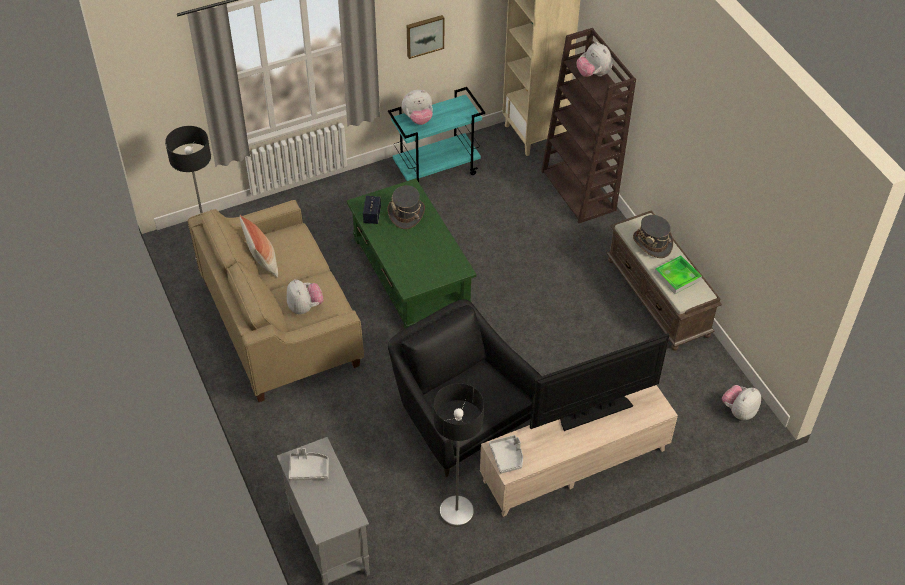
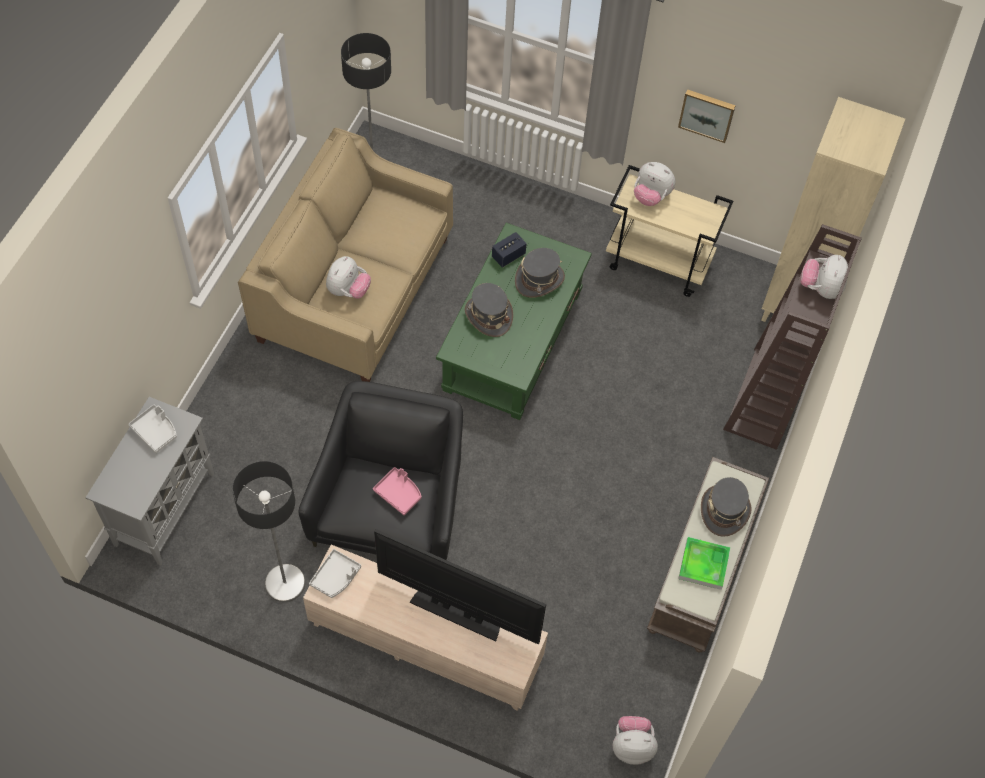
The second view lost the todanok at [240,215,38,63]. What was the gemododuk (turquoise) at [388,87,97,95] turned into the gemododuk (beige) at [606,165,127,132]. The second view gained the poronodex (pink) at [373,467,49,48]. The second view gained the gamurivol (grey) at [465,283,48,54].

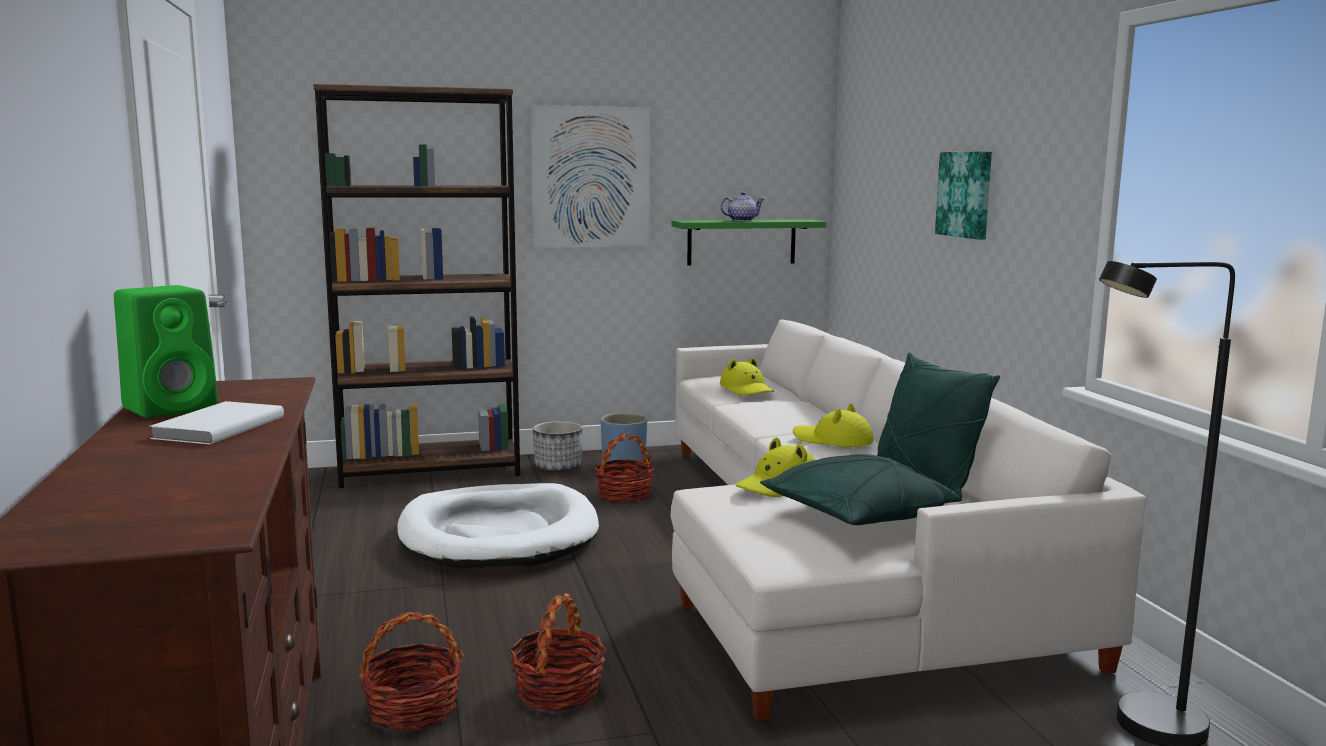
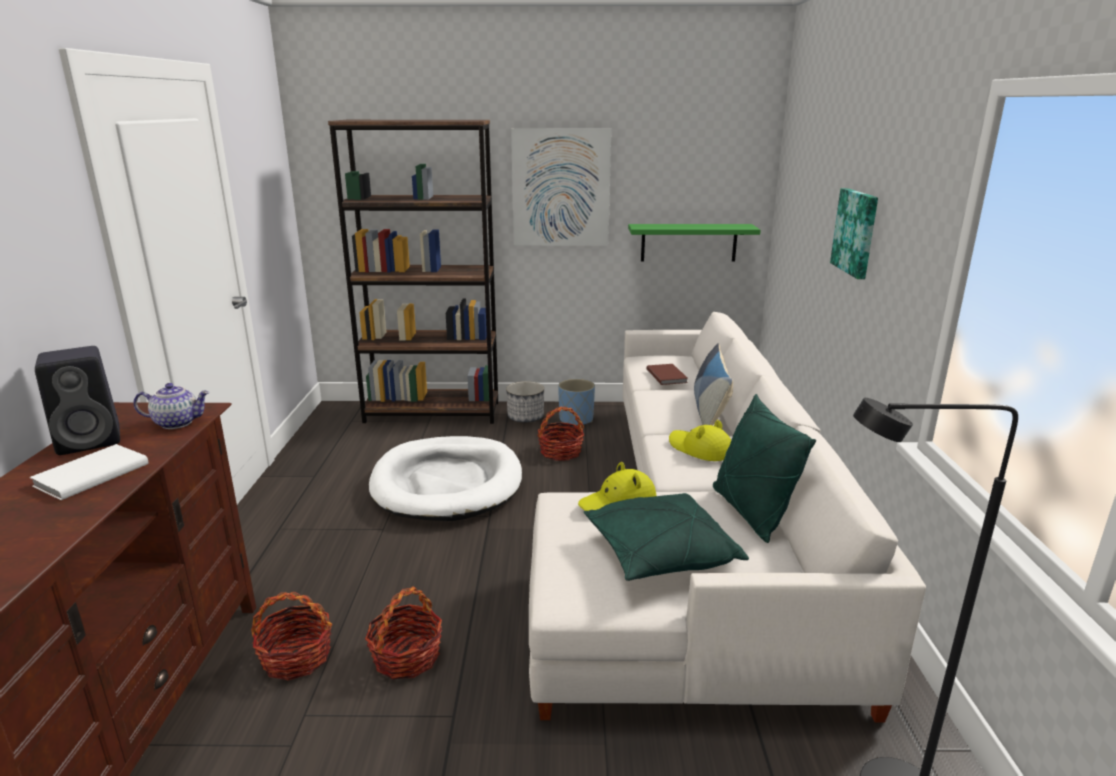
What was the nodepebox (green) at [114,285,104,133] turned into the nodepebox (black) at [35,346,85,109]. The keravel ended up elsewhere, having gone from [720,192,45,29] to [134,383,76,46]. Where the gamurivol (yellow) stood at [720,357,54,38], the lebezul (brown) came to stand at [646,364,41,21]. The second view gained the todanok at [694,343,39,82].

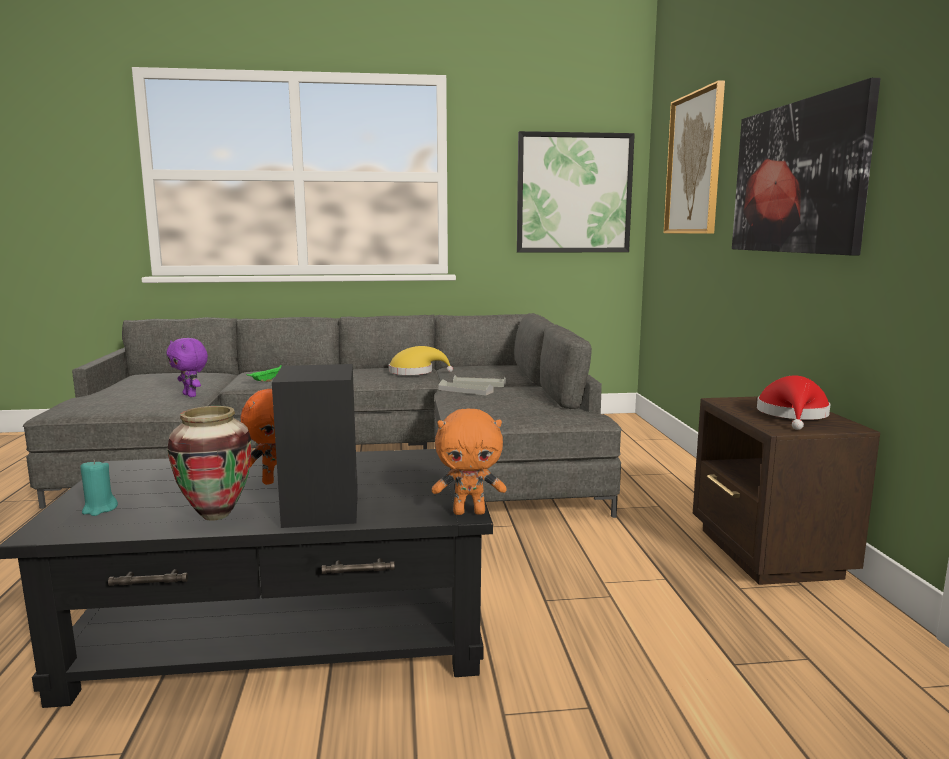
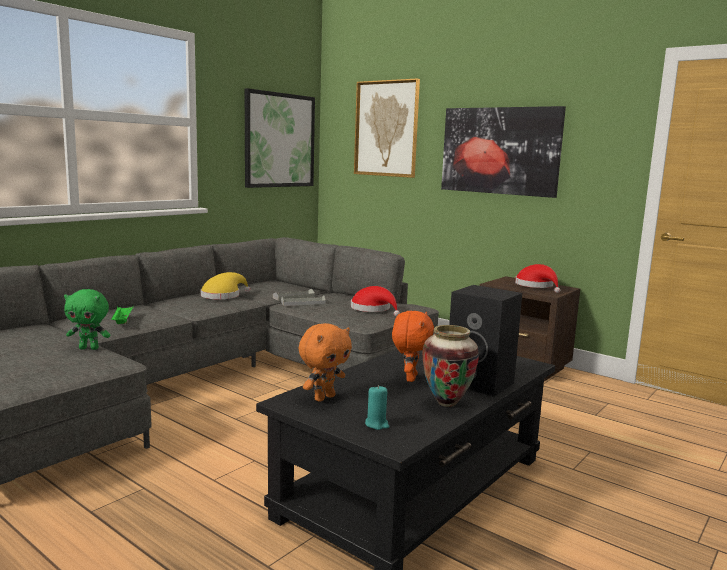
What was the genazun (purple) at [166,338,42,59] turned into the genazun (green) at [64,289,46,61]. The genazun (orange) ended up elsewhere, having gone from [432,408,75,107] to [299,323,53,79]. The second view gained the gamurivol (red) at [351,286,49,30].

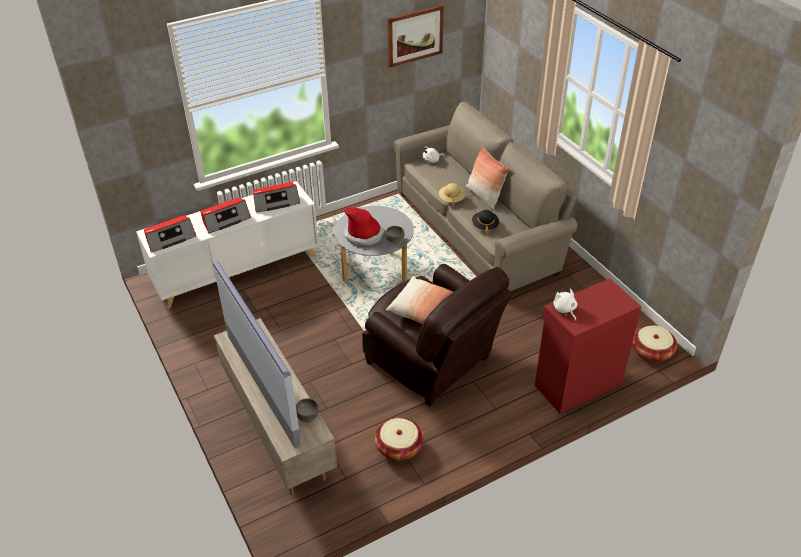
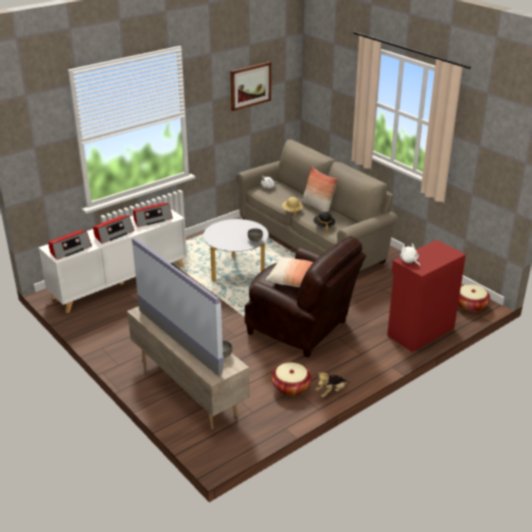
The second view lost the gamurivol at [344,207,40,38]. The second view gained the genazun at [316,372,33,25].

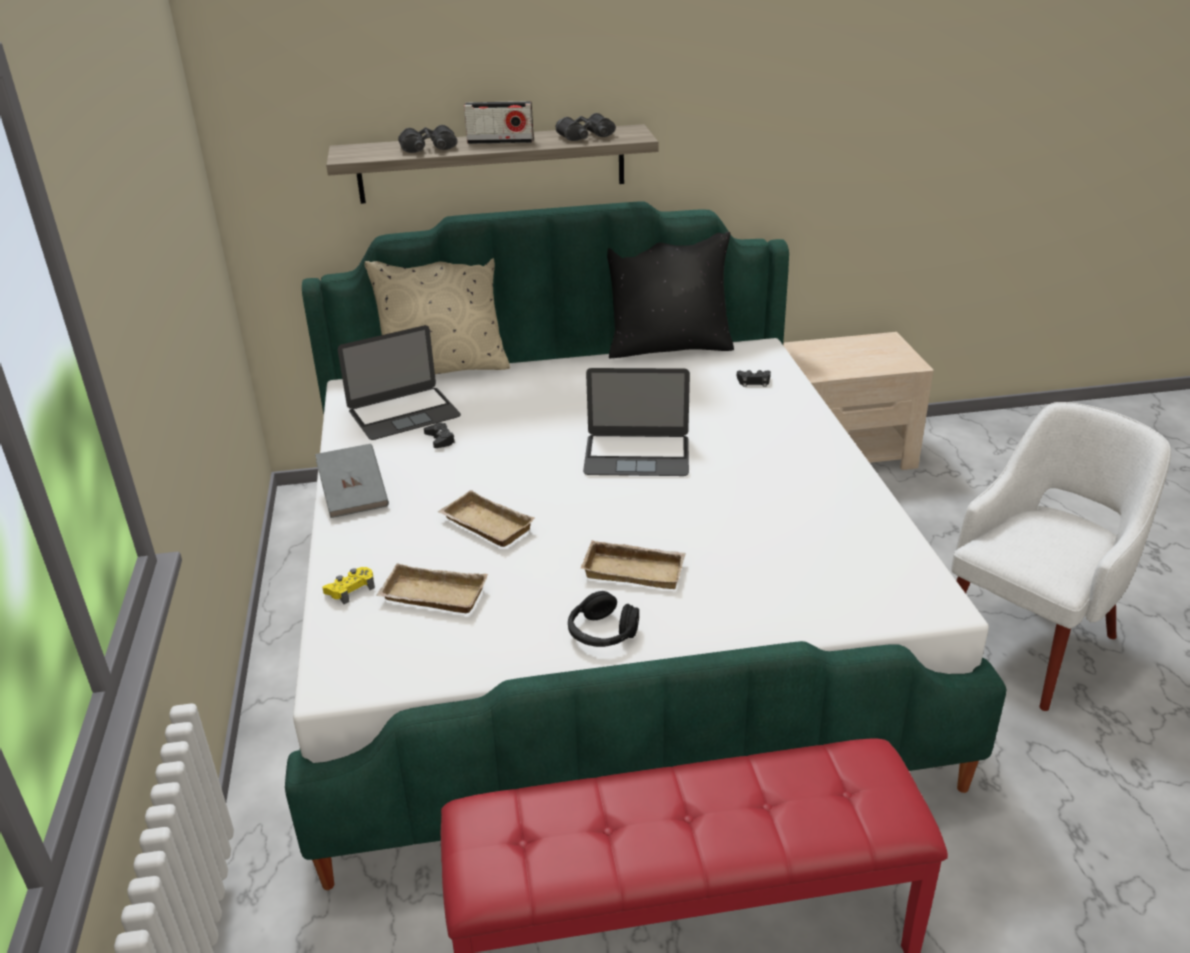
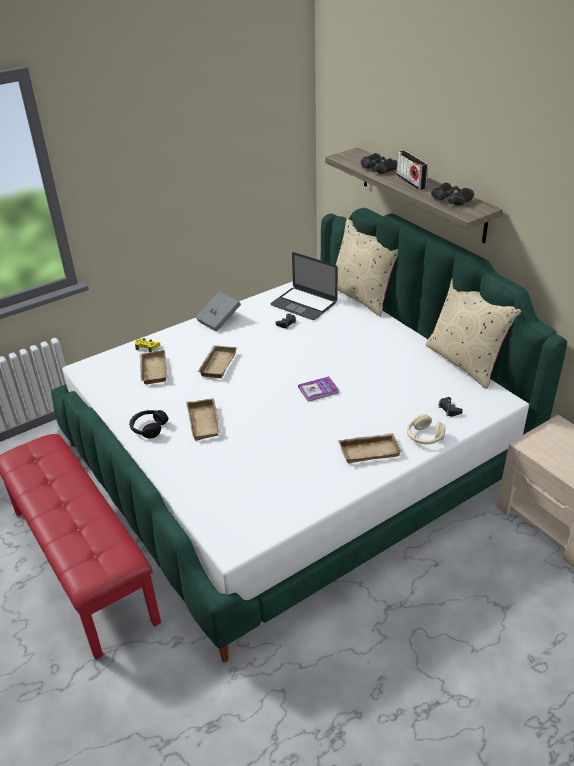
Where the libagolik stood at [583,368,107,108], the lebezul came to stand at [298,376,41,26]. What was the todanok (black) at [607,232,127,126] turned into the todanok (beige) at [425,279,97,110]. The second view lost the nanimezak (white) at [951,402,220,309]. The second view gained the poronodex (beige) at [338,433,64,30]. The second view gained the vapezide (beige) at [407,414,38,30].

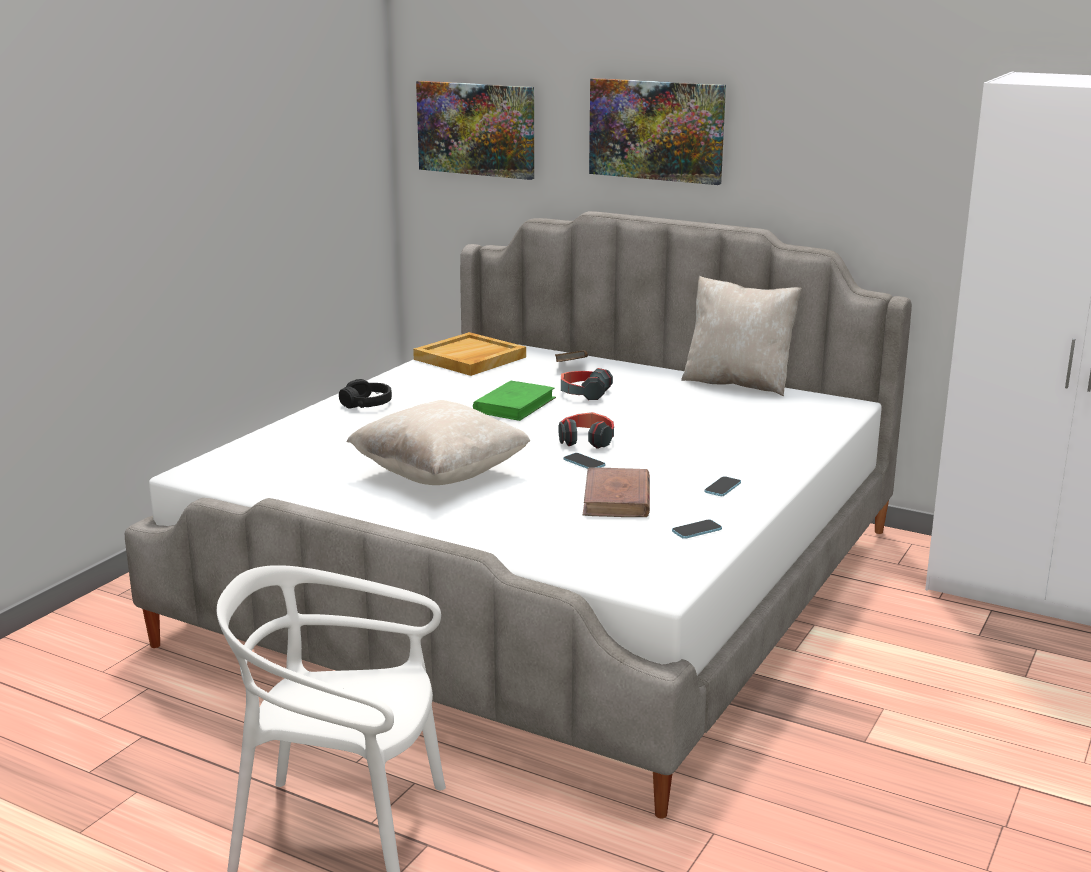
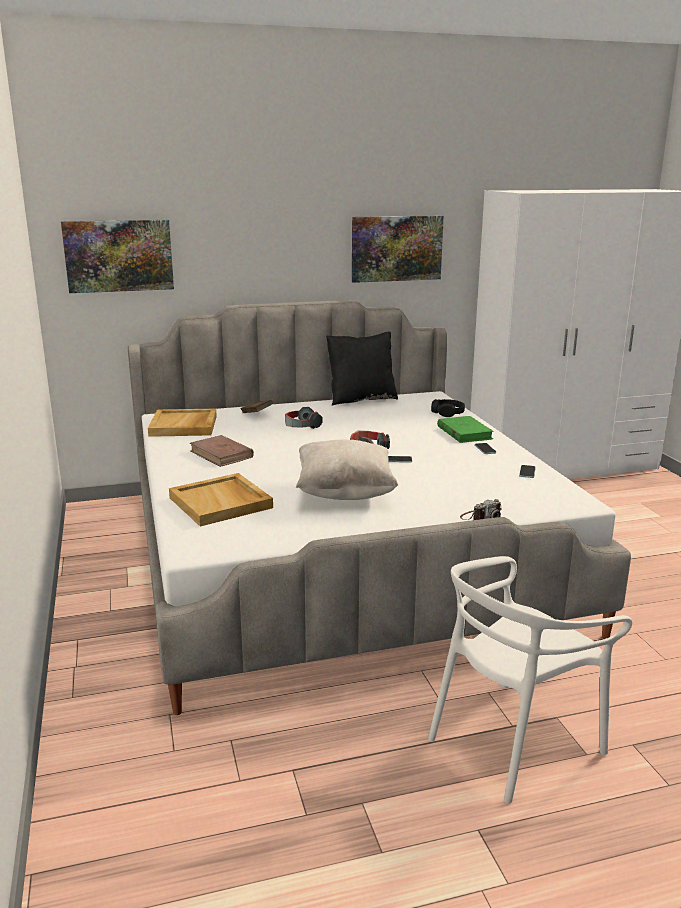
The vapezide (black) ended up elsewhere, having gone from [339,379,53,30] to [431,399,34,18]. The lebezul (green) ended up elsewhere, having gone from [473,380,83,41] to [437,416,57,27]. The lebezul (brown) ended up elsewhere, having gone from [583,467,67,50] to [190,435,64,32]. The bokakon ended up elsewhere, having gone from [589,78,137,107] to [352,215,92,68]. What was the todanok (beige) at [681,276,121,120] turned into the todanok (black) at [326,332,72,73]. The second view gained the poronodex (beige) at [169,473,104,53]. The second view gained the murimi at [460,499,42,21].

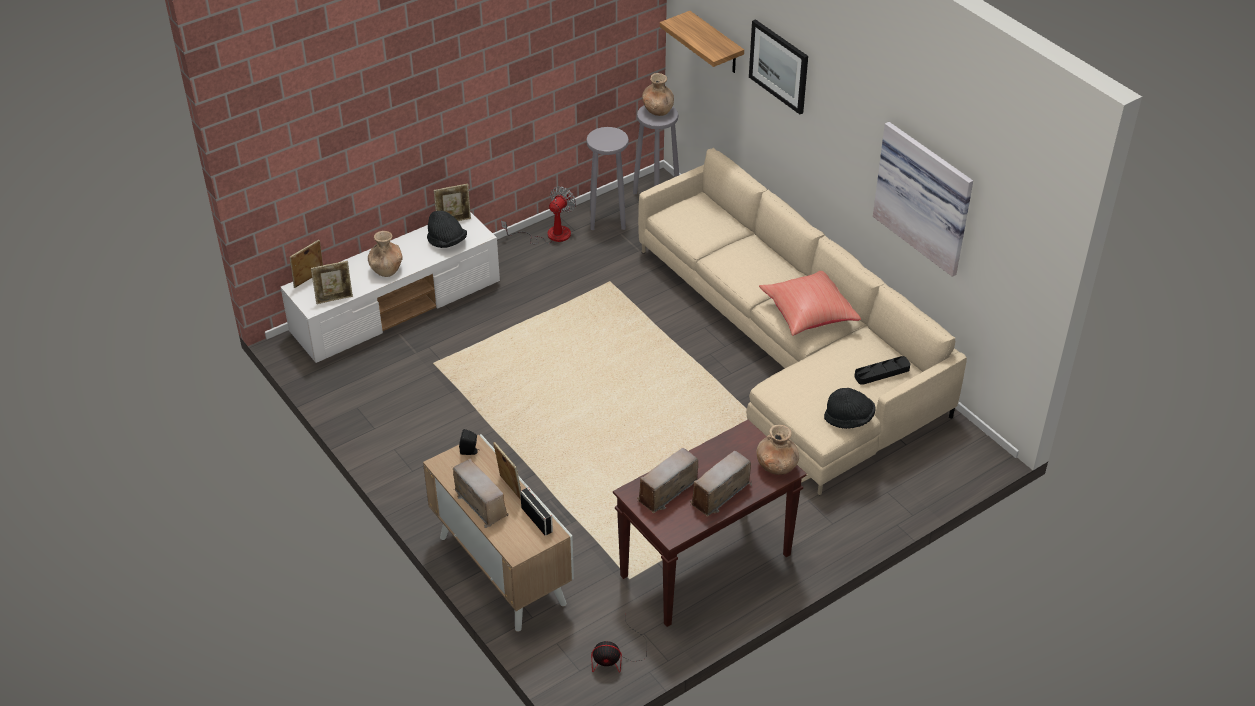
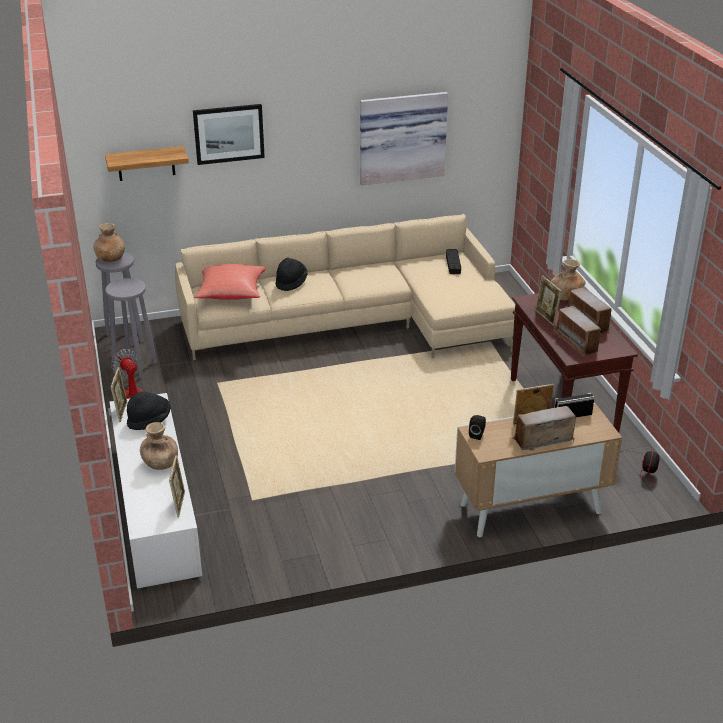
The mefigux ended up elsewhere, having gone from [289,240,34,48] to [535,275,27,51]. The todanok (red) ended up elsewhere, having gone from [759,271,102,65] to [194,264,72,36]. The gamurivol (black) ended up elsewhere, having gone from [824,388,52,41] to [276,258,32,33].

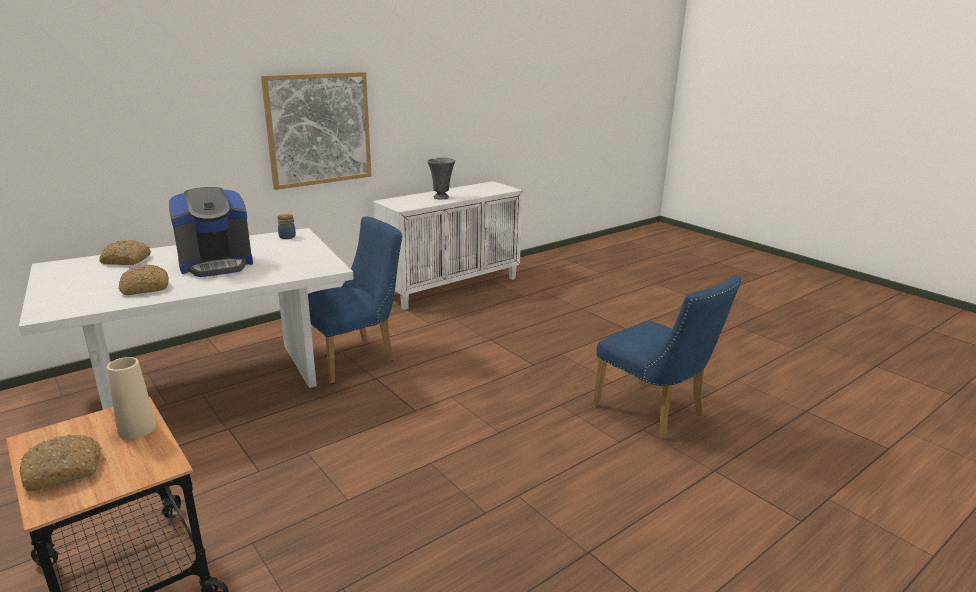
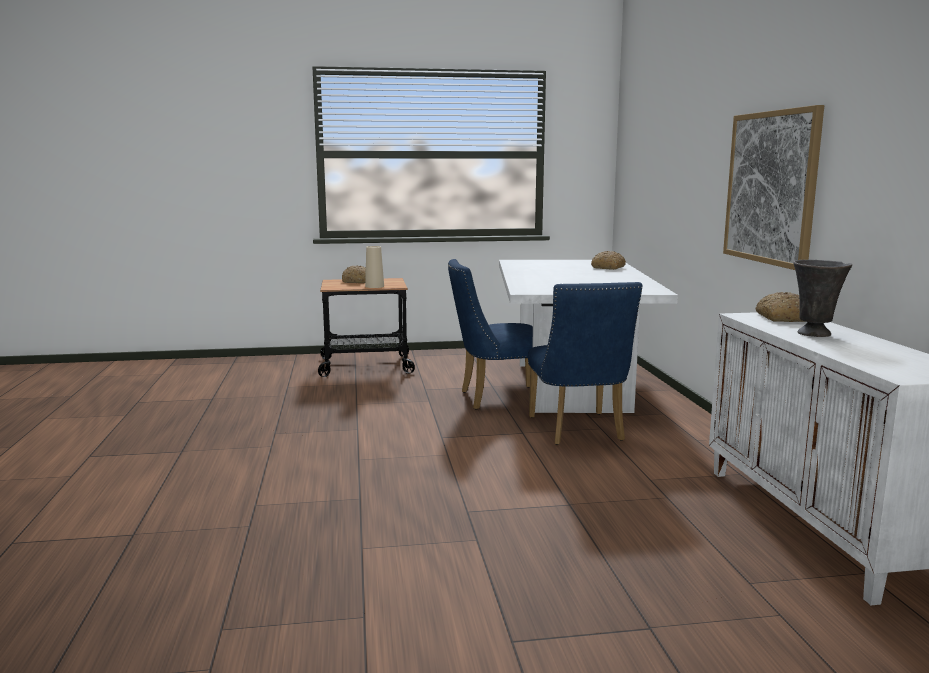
The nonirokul ended up elsewhere, having gone from [118,265,51,30] to [756,292,49,30]. The second view lost the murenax at [169,187,84,90]. The second view lost the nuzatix at [277,214,19,25]. The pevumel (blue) ended up elsewhere, having gone from [593,275,149,164] to [448,259,85,151].

